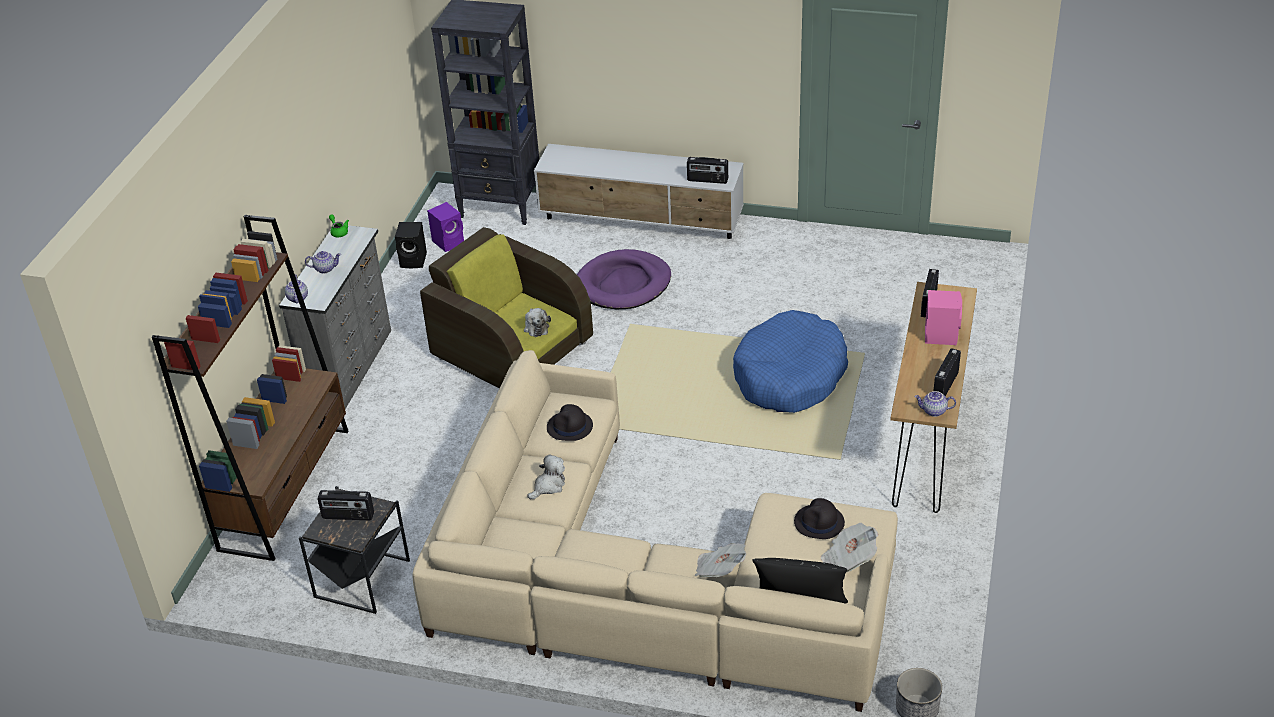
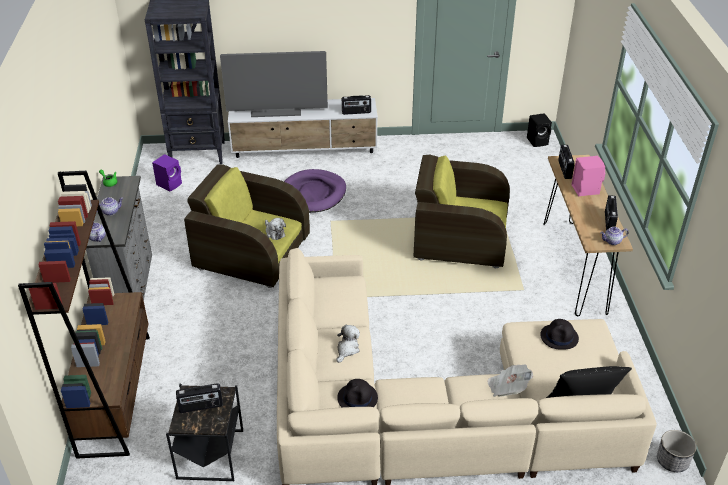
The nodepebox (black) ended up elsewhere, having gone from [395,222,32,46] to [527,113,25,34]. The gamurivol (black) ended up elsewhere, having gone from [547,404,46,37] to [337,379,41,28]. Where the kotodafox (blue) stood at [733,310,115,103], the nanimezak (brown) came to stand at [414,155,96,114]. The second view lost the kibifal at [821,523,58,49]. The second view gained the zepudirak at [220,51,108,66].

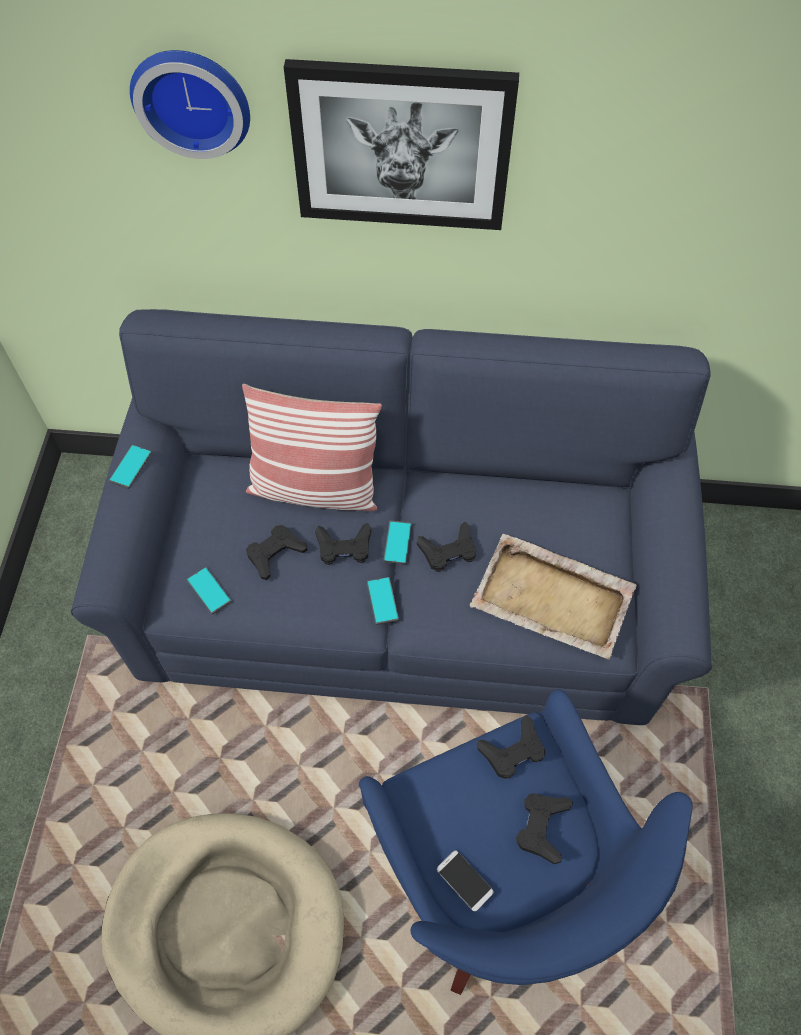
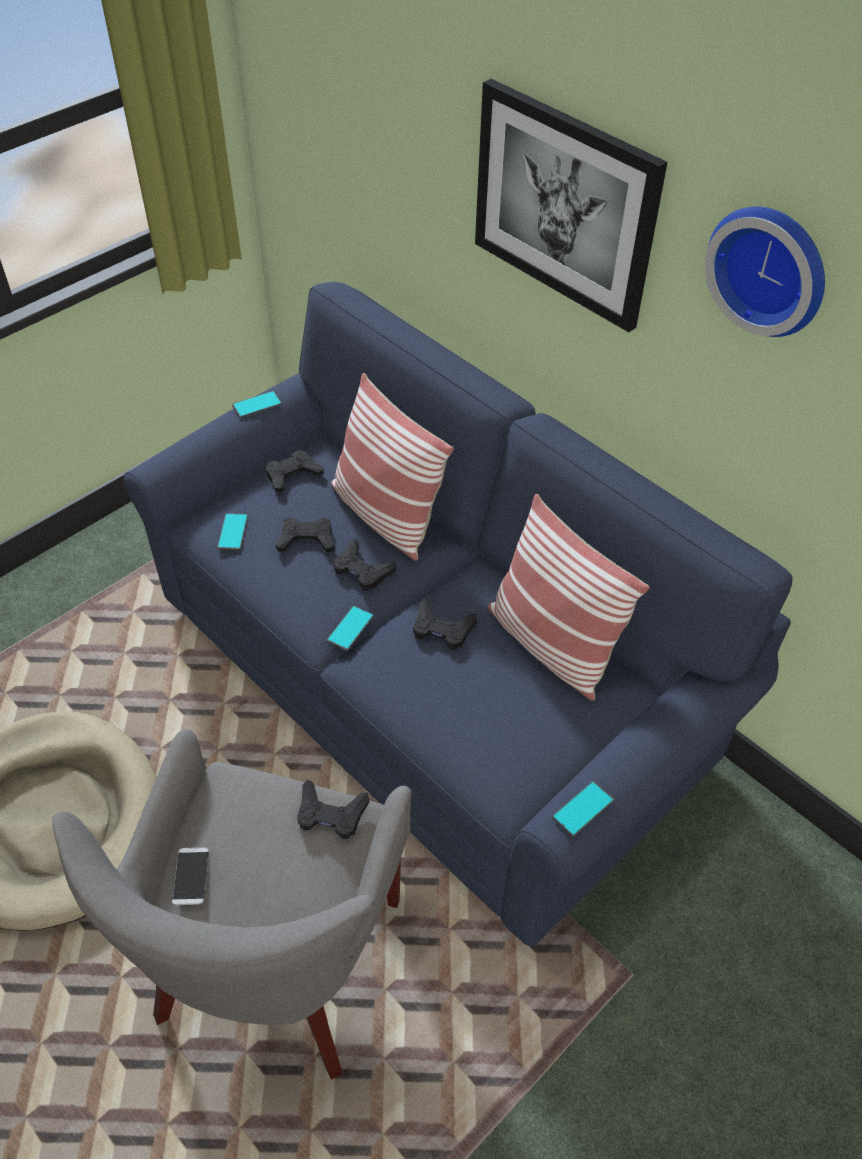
The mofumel ended up elsewhere, having gone from [130,50,120,109] to [705,207,120,130]. What was the nanimezak (blue) at [359,689,333,306] turned into the nanimezak (grey) at [52,729,360,351]. The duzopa ended up elsewhere, having gone from [384,520,28,44] to [552,780,62,57]. The second view lost the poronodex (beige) at [470,534,167,126]. The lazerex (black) ended up elsewhere, having gone from [516,793,57,71] to [265,450,59,43]. The second view gained the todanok at [488,494,162,207].

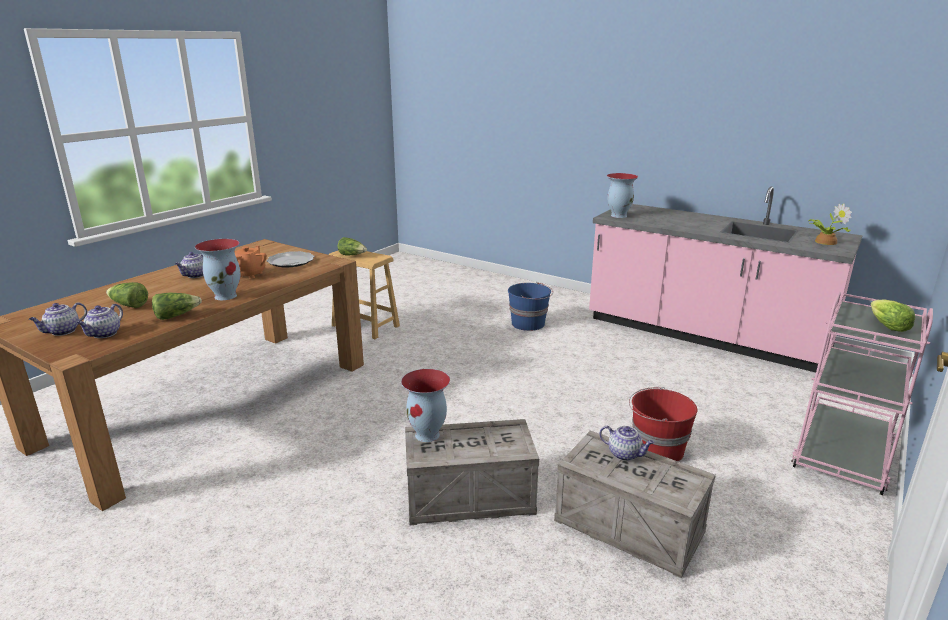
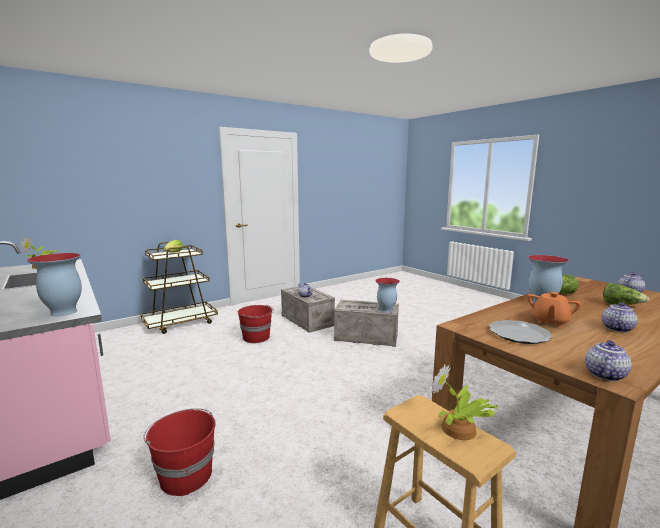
The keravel ended up elsewhere, having gone from [77,304,46,34] to [585,340,47,41]. Where the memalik stood at [338,237,29,19], the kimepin came to stand at [431,364,67,76]. What was the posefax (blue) at [508,282,45,49] turned into the posefax (red) at [143,408,73,88]. What was the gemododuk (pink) at [791,292,142,203] turned into the gemododuk (brown) at [141,242,77,92].

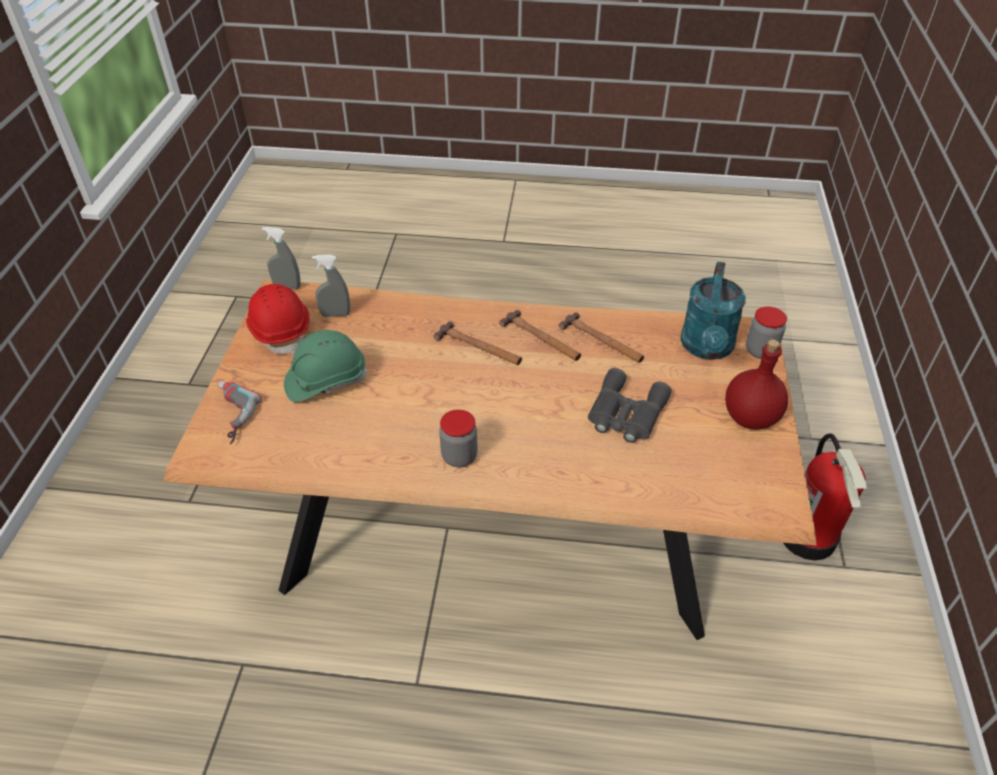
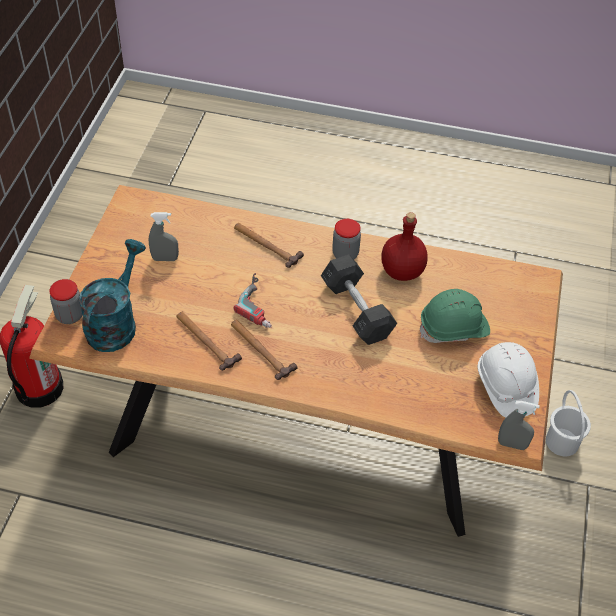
The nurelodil ended up elsewhere, having gone from [217,381,45,63] to [233,273,39,55]. What was the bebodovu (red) at [246,284,63,71] turned into the bebodovu (white) at [478,342,61,76]. The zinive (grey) ended up elsewhere, having gone from [312,255,38,62] to [149,212,30,49]. The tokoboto ended up elsewhere, having gone from [434,321,88,44] to [234,223,70,45]. The second view lost the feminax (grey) at [588,368,84,75]. The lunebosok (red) ended up elsewhere, having gone from [725,339,63,91] to [381,212,47,69]. The second view gained the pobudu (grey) at [321,254,76,91]. The second view gained the posefax (white) at [546,390,45,66].

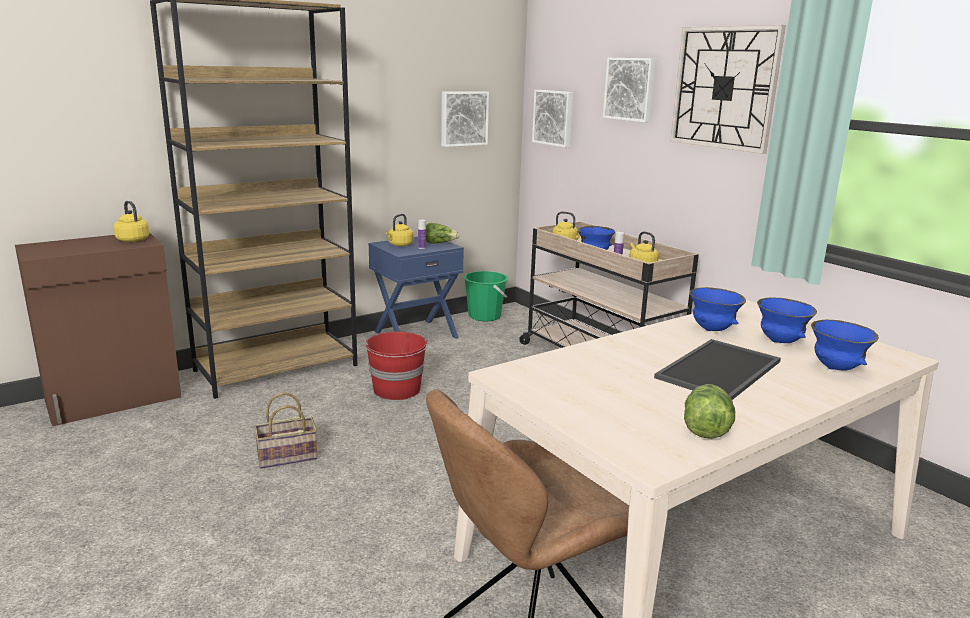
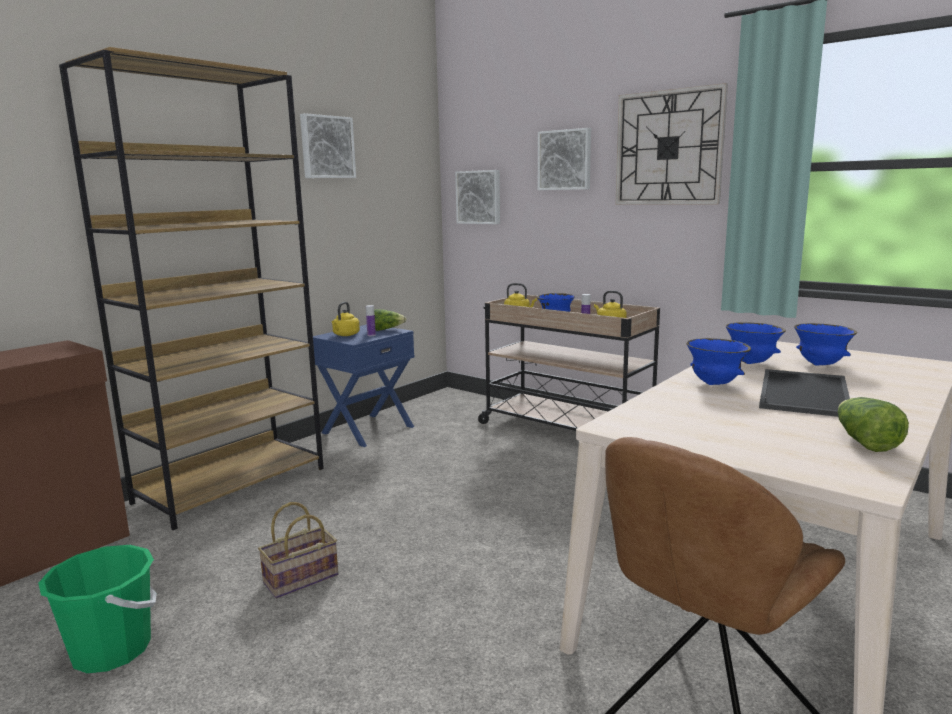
The second view lost the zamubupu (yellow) at [113,201,36,41]. The second view lost the posefax (red) at [365,331,63,69]. The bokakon ended up elsewhere, having gone from [441,92,48,55] to [300,113,56,65]. The posefax (green) ended up elsewhere, having gone from [463,271,45,51] to [38,545,119,128]. The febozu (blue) ended up elsewhere, having gone from [811,320,68,51] to [686,338,65,47].

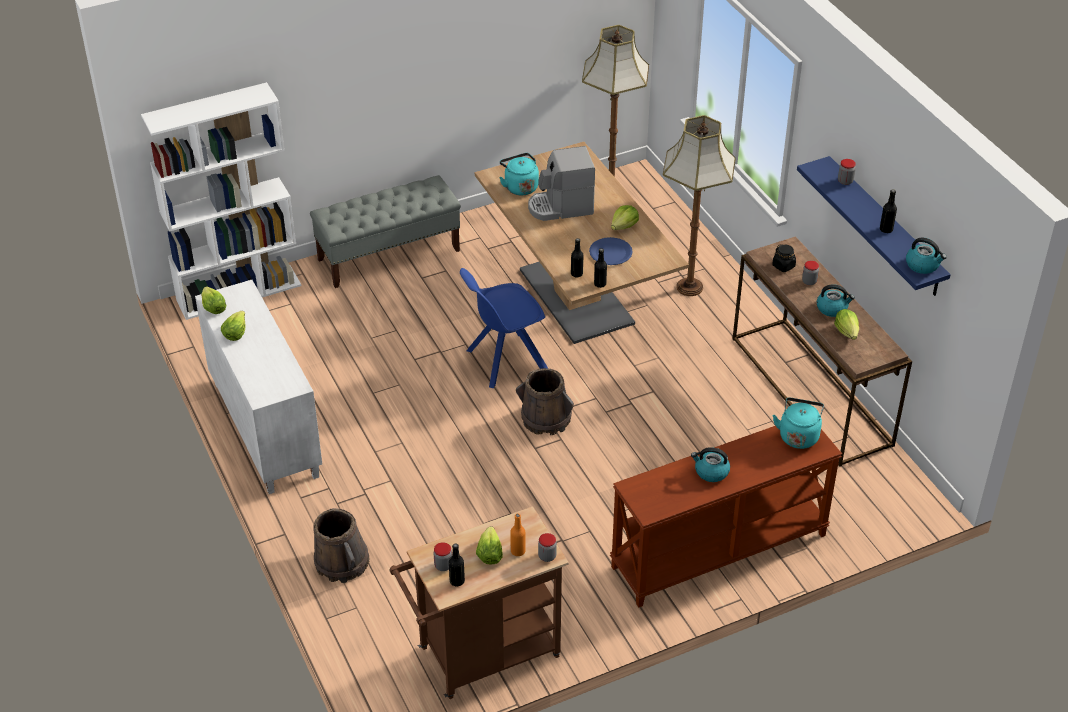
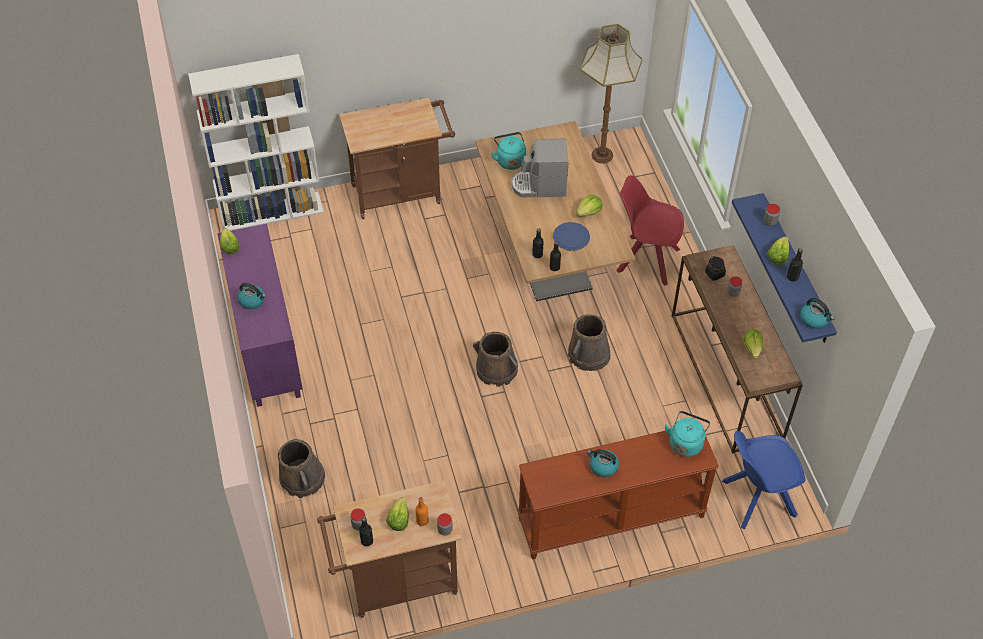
What was the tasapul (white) at [195,280,127,214] turned into the tasapul (purple) at [217,224,86,183]. The memalik ended up elsewhere, having gone from [221,311,24,30] to [768,236,21,29]. Where the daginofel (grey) stood at [310,175,151,113], the gemododuk (brown) came to stand at [339,98,116,121]. The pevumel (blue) ended up elsewhere, having gone from [460,268,89,120] to [722,431,84,98]. Where the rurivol stood at [663,115,73,181], the pevumel (red) came to stand at [616,175,68,111]. The zamubupu ended up elsewhere, having gone from [817,284,38,33] to [237,283,29,26]. The second view gained the posefax (brown) at [568,314,42,57].

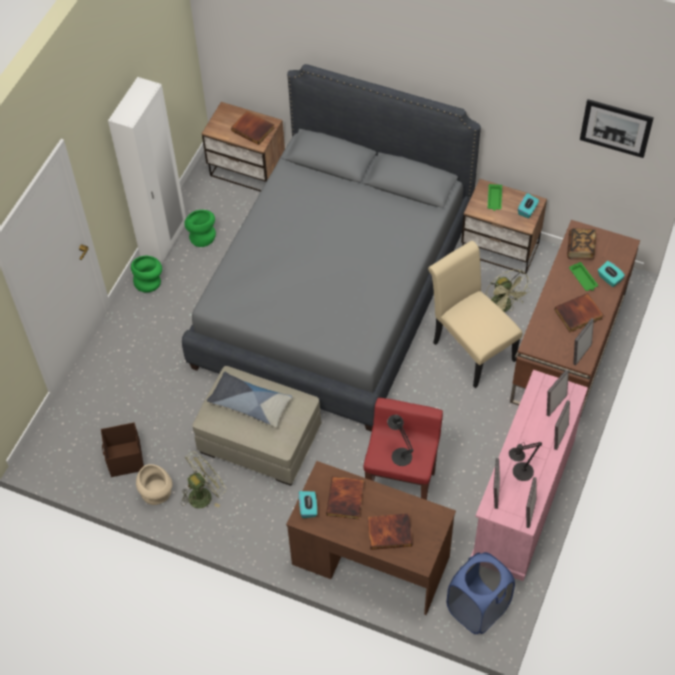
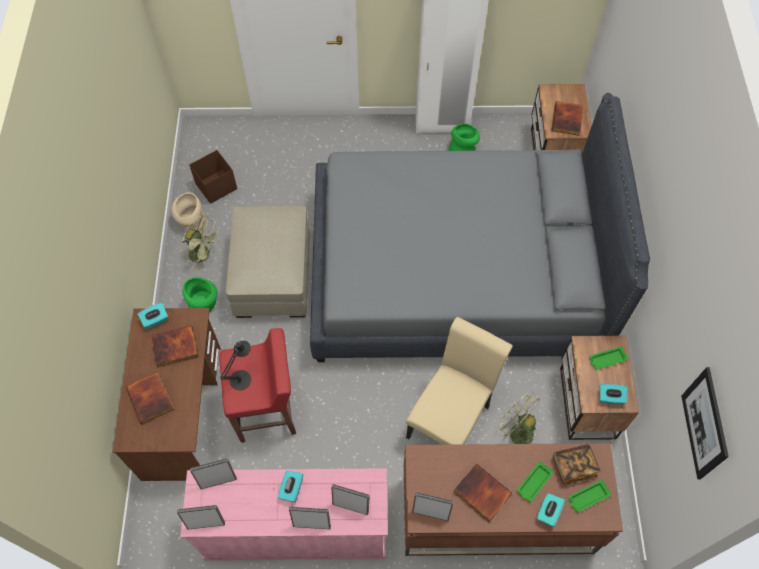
The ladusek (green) ended up elsewhere, having gone from [131,256,31,37] to [183,277,34,35]. The second view lost the todanok at [207,372,85,55]. The second view lost the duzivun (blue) at [447,552,68,82]. The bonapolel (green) at [485,270,46,42] ended up facing another way, 90 degrees clockwise from before. The second view lost the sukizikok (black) at [509,442,33,39]. The second view gained the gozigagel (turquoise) at [278,471,25,31]. The second view gained the poronodex (green) at [568,480,43,32].

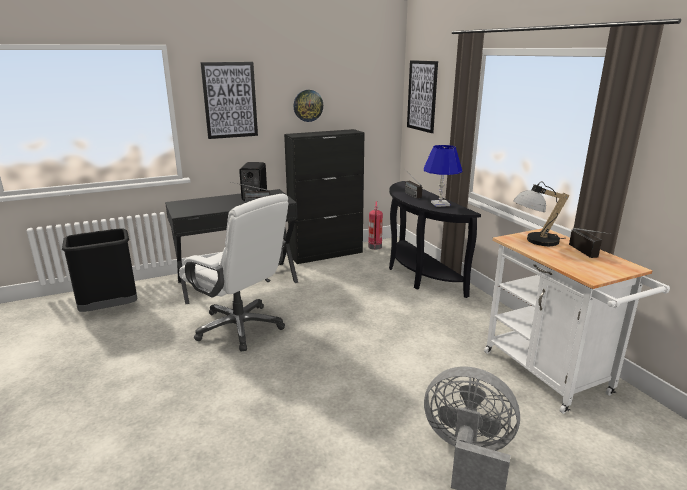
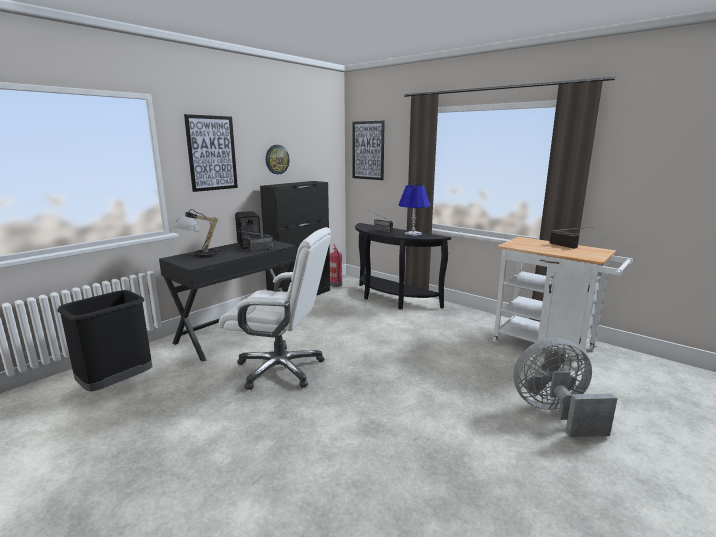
The sukizikok ended up elsewhere, having gone from [513,181,56,65] to [173,209,53,49].

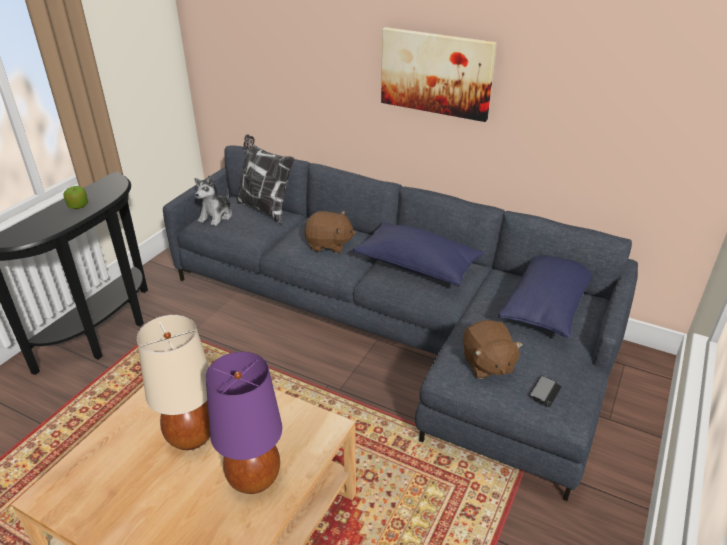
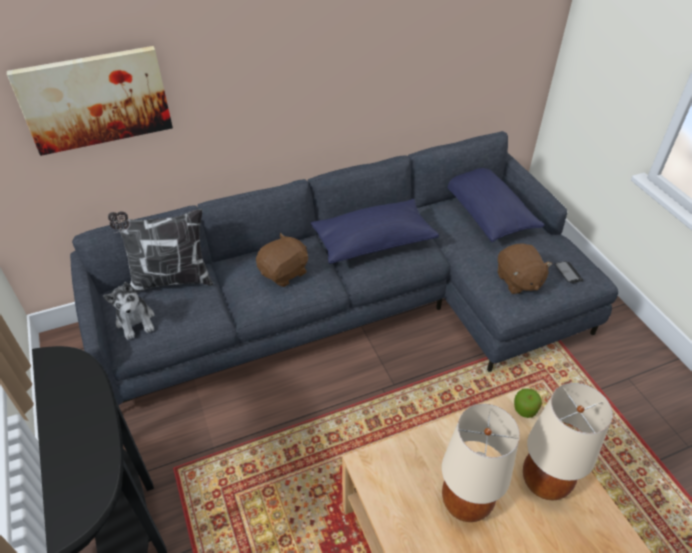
The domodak ended up elsewhere, having gone from [64,186,24,23] to [514,388,28,30]. What was the sukizikok (purple) at [206,352,76,142] turned into the sukizikok (beige) at [523,383,90,117]. The bokakon ended up elsewhere, having gone from [381,27,116,95] to [7,46,166,110]. The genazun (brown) at [463,320,60,59] ended up facing another way, 45 degrees clockwise from before.

